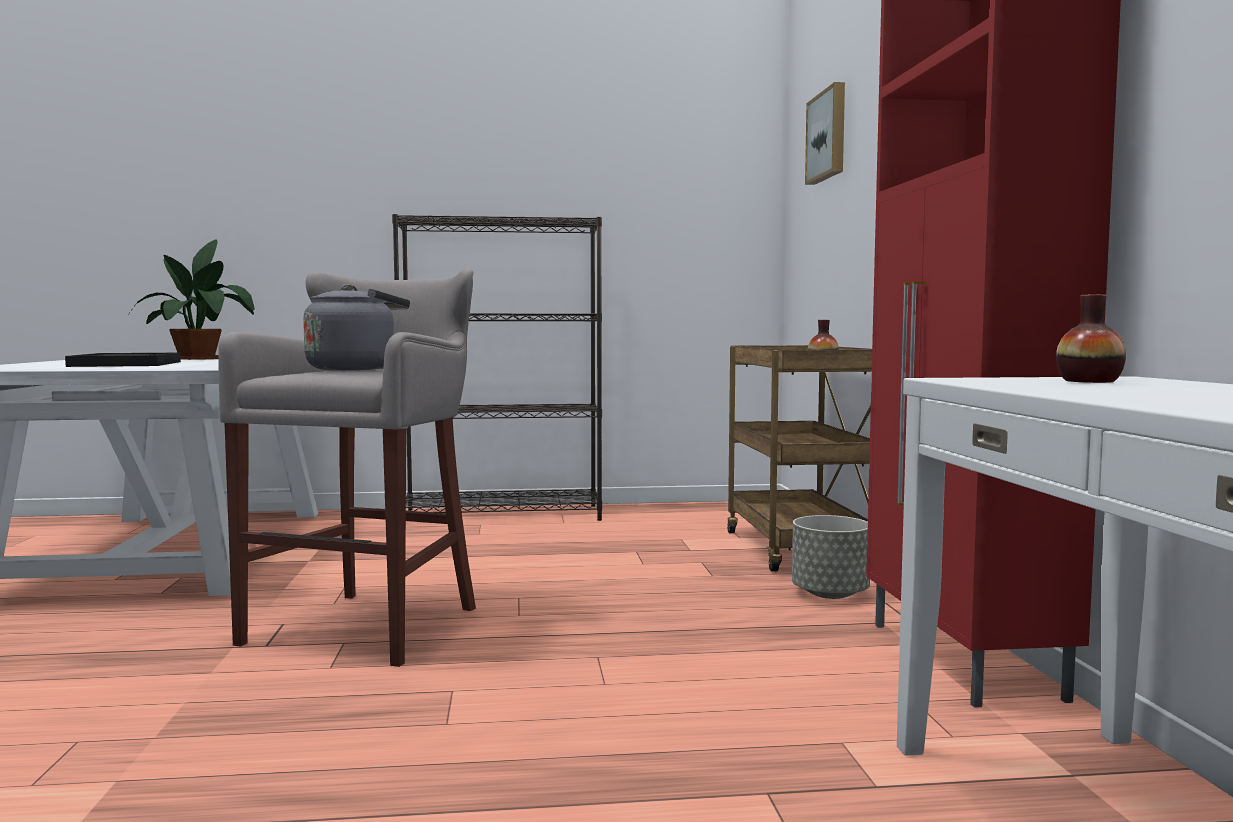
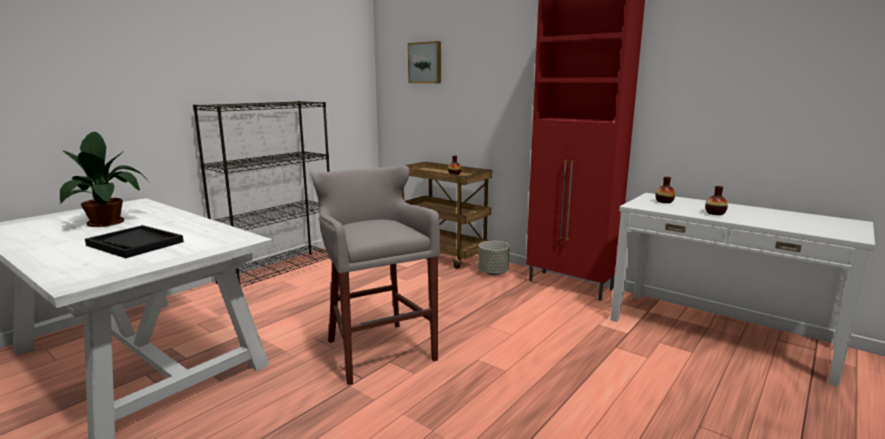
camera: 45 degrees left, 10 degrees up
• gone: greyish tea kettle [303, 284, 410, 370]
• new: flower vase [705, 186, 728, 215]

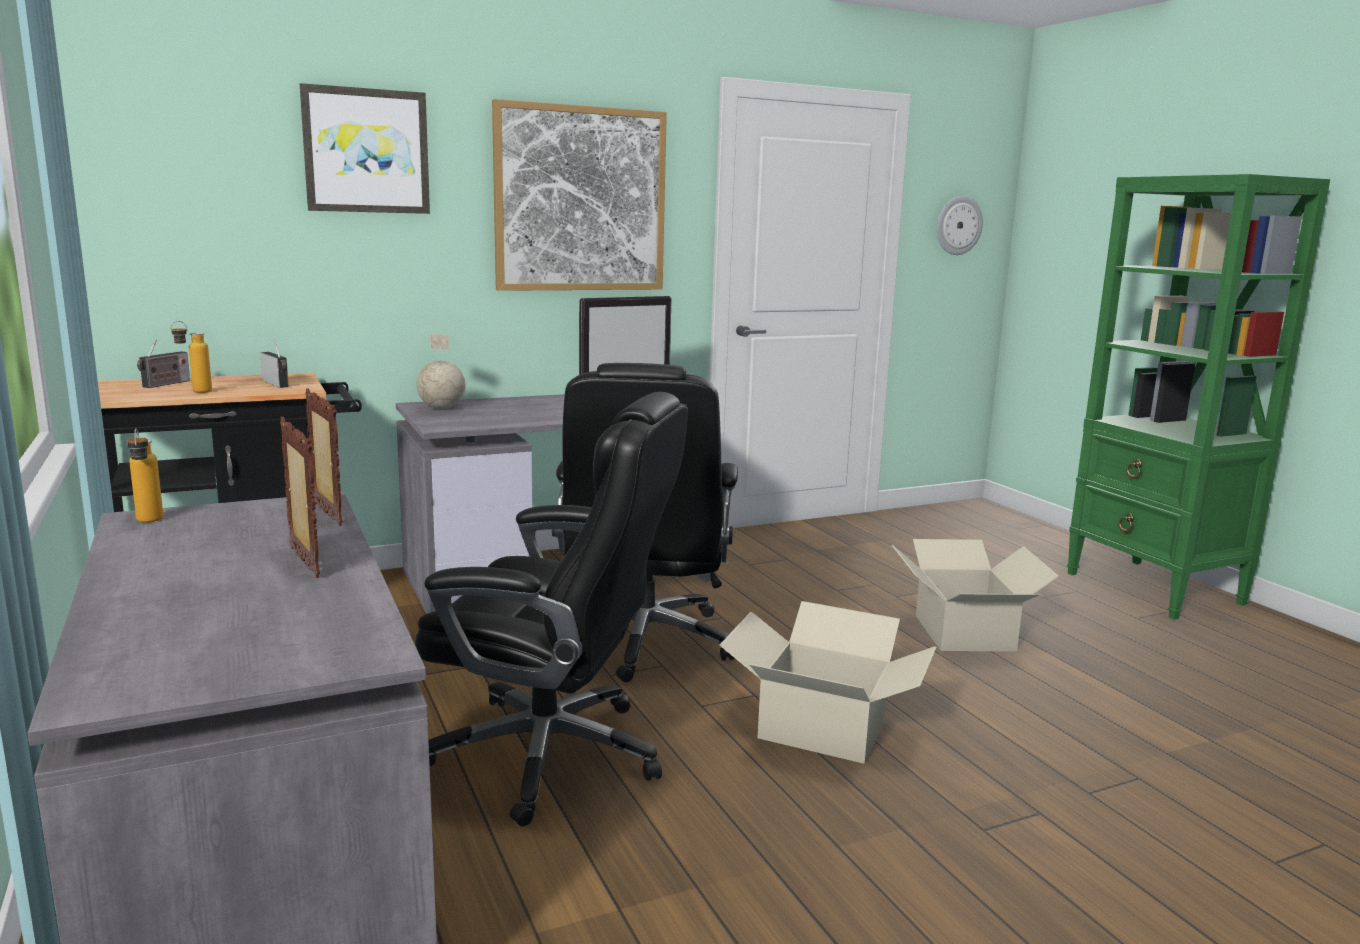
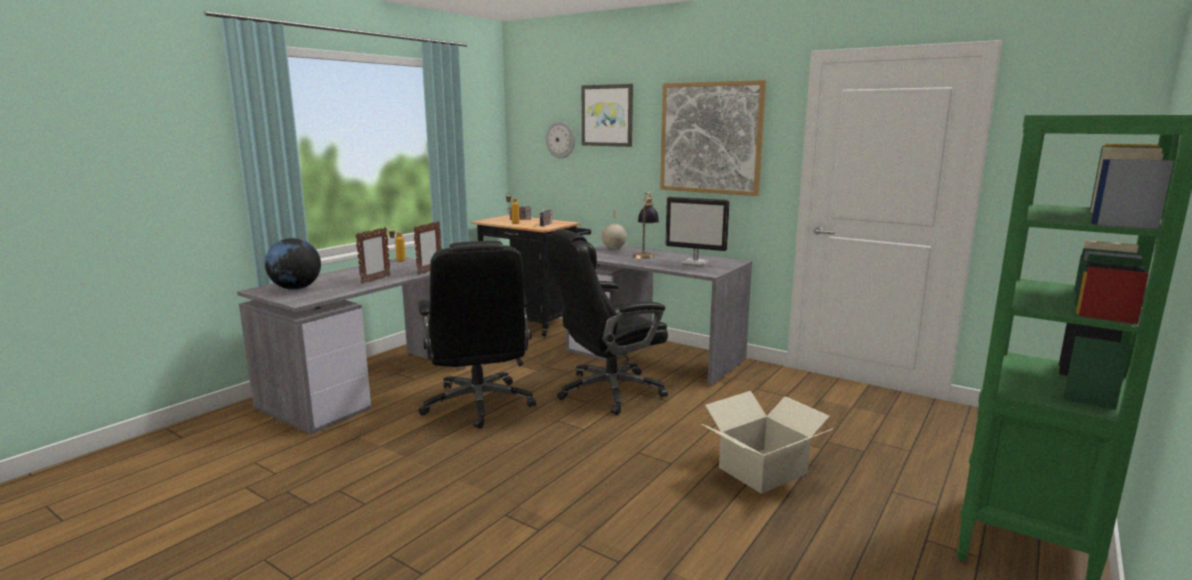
camera: 60 degrees right, 0 degrees up
• gone: cardboard box [720, 601, 936, 764]
• new: desk globe [265, 238, 321, 290]
• new: lamp for a table [633, 192, 659, 259]
• shifted: clock on the wall [936, 196, 983, 255] to [546, 121, 575, 159]

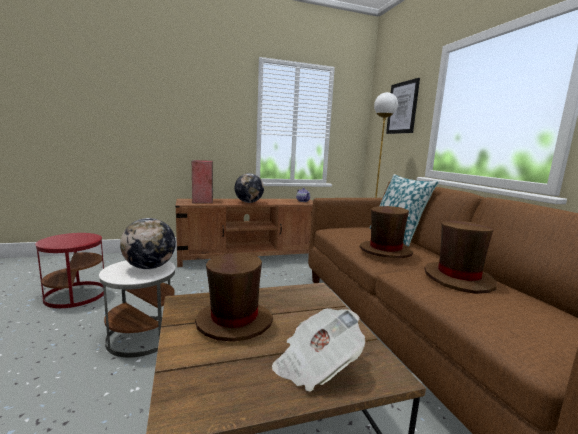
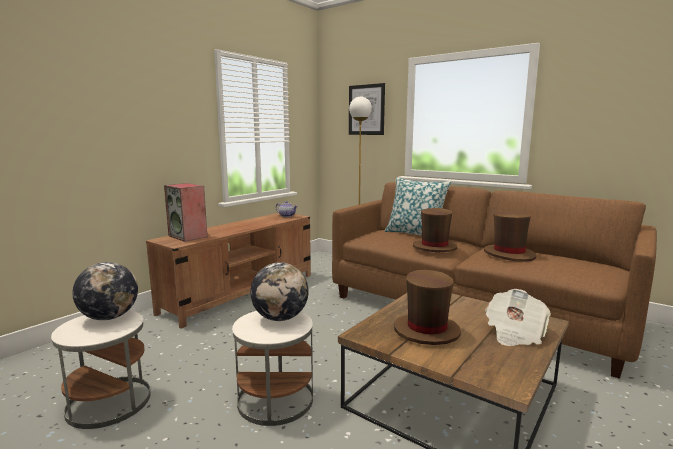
camera: 35 degrees left, 0 degrees up
• shifted: desk globe [235, 173, 264, 203] to [73, 262, 138, 320]
• repainted: reddish end table [35, 233, 104, 308] to white end table [51, 310, 151, 429]

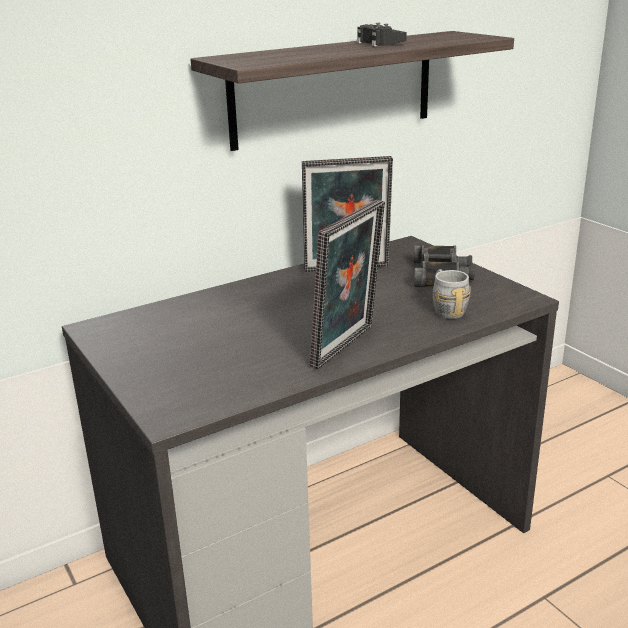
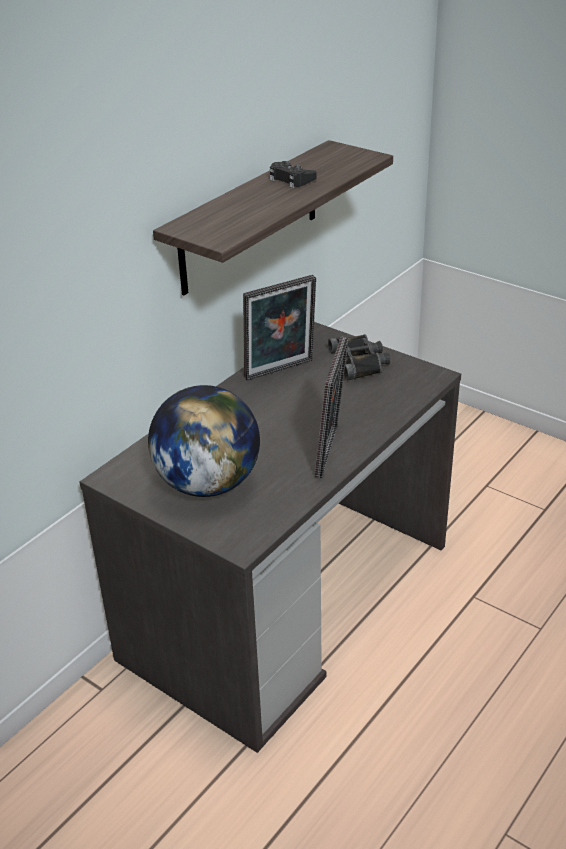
camera: 20 degrees left, 10 degrees up
• gone: greyish tea mug [433, 269, 471, 319]
• new: desk globe [148, 385, 260, 497]

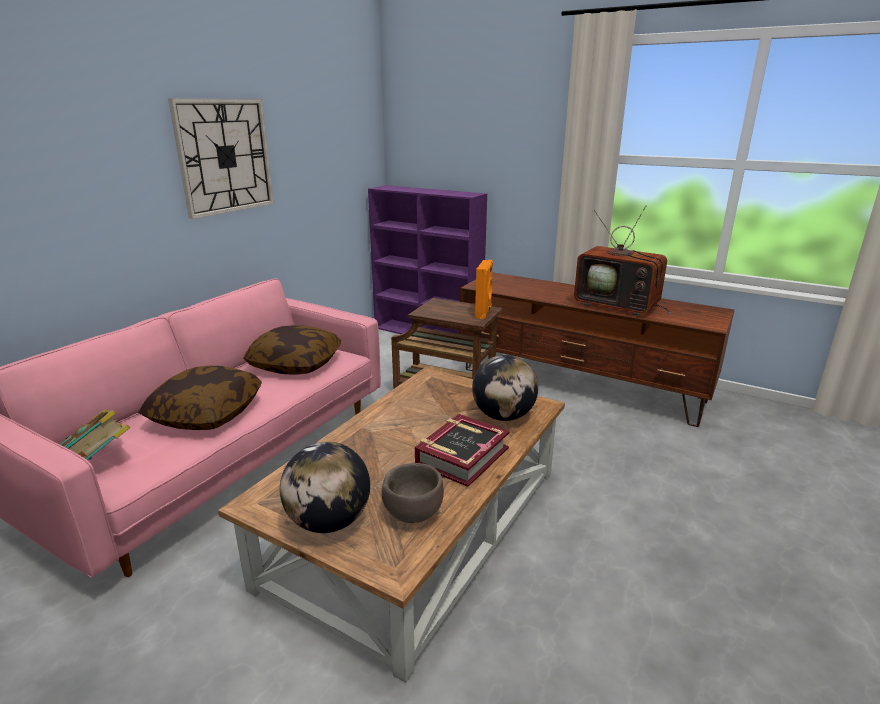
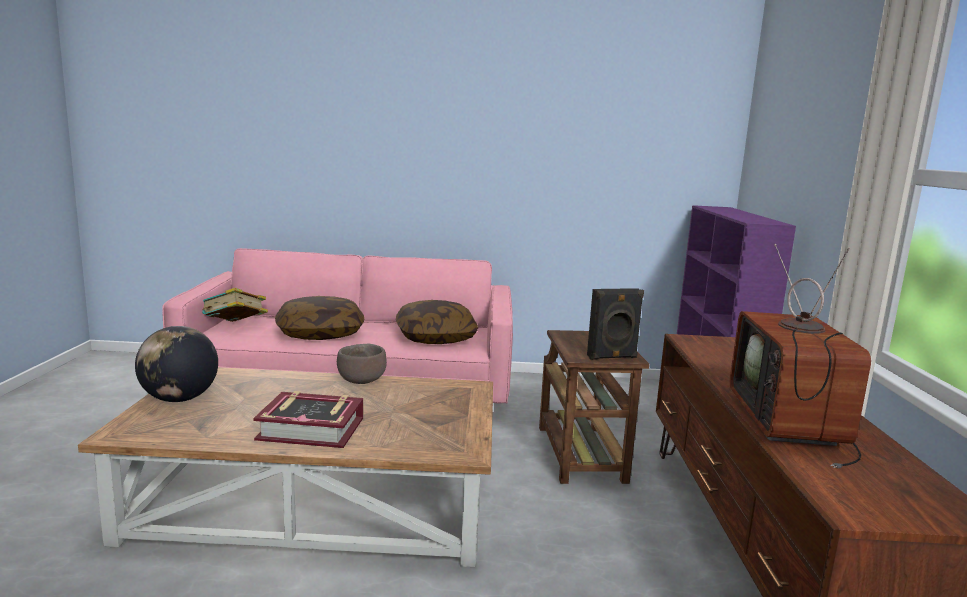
camera: 60 degrees right, 10 degrees down
• gone: clock on the wall [168, 99, 274, 219]
• gone: desk globe [472, 355, 538, 421]
• shifted: brownish bowl [381, 463, 444, 523] to [337, 343, 387, 384]
• repainted: orangey audio speaker [475, 260, 493, 319] to blackish audio speaker [587, 288, 644, 360]

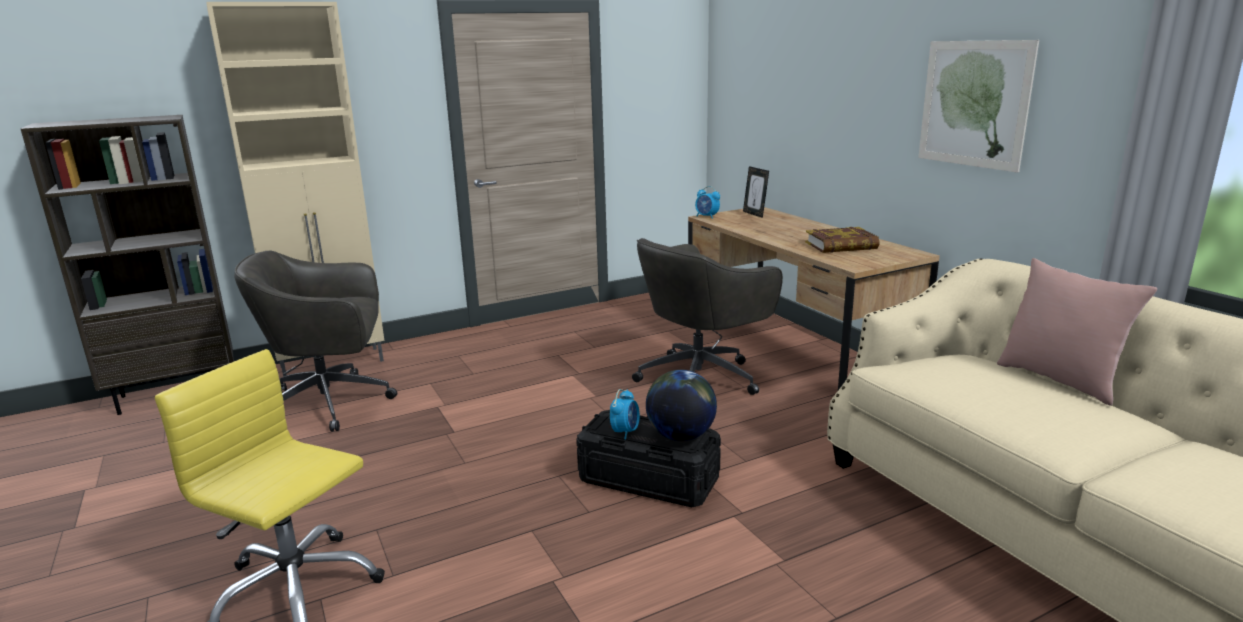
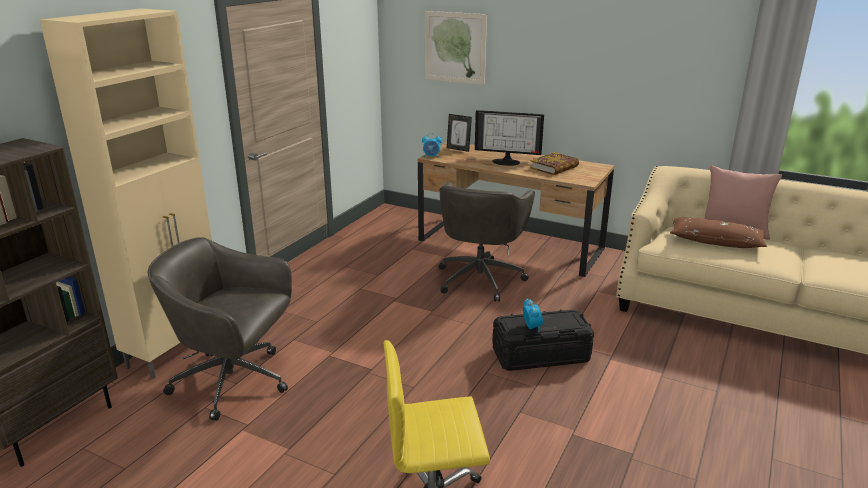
camera: 35 degrees left, 5 degrees up
• gone: desk globe [646, 370, 717, 441]
• new: computer screen [475, 110, 544, 166]
• new: brownish cushion [670, 218, 767, 248]
• shifted: picture [918, 40, 1039, 173] to [425, 11, 487, 85]
• rotated: greyish computer chair [234, 251, 397, 432] = [148, 237, 292, 421] 60 degrees clockwise

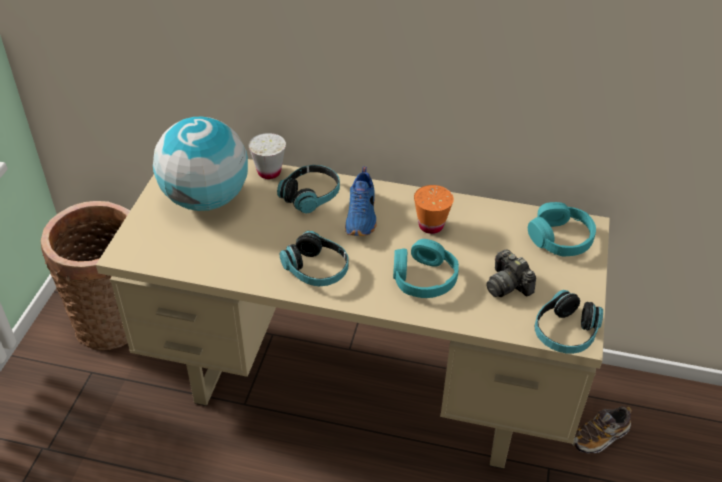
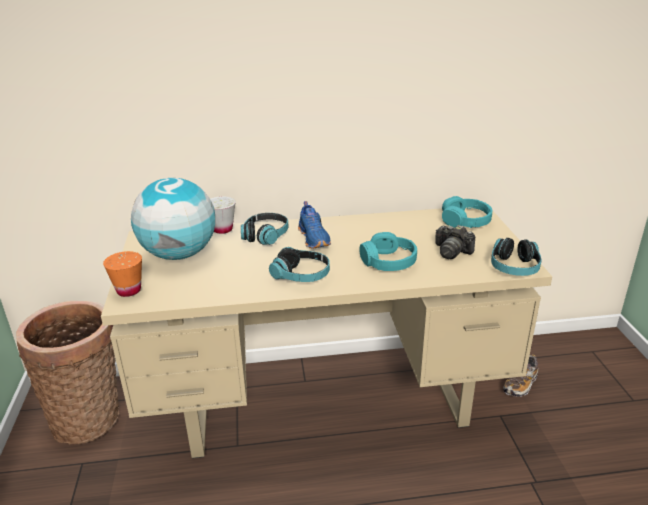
camera: 20 degrees left, 15 degrees down
• shifted: orangey cup [414, 185, 454, 234] to [103, 251, 142, 297]

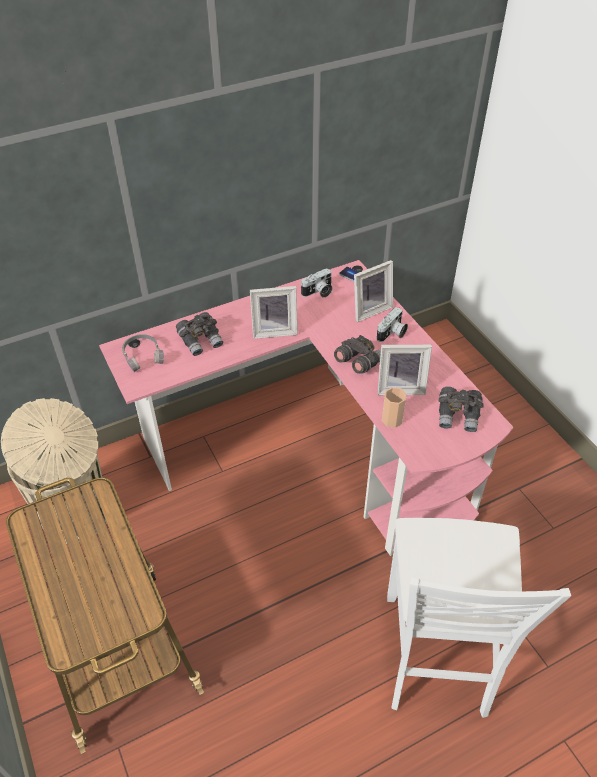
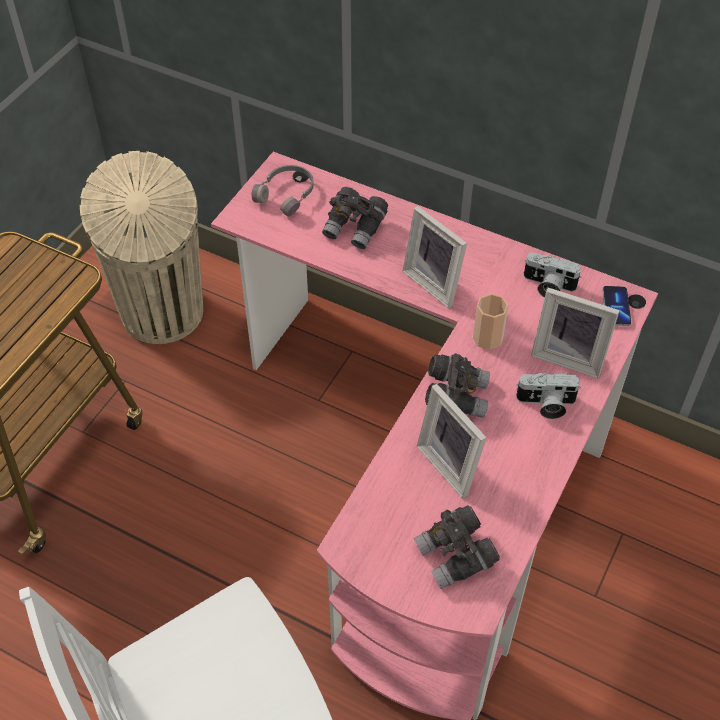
camera: 55 degrees right, 5 degrees up
• shifted: cup [382, 387, 406, 428] to [473, 293, 509, 350]

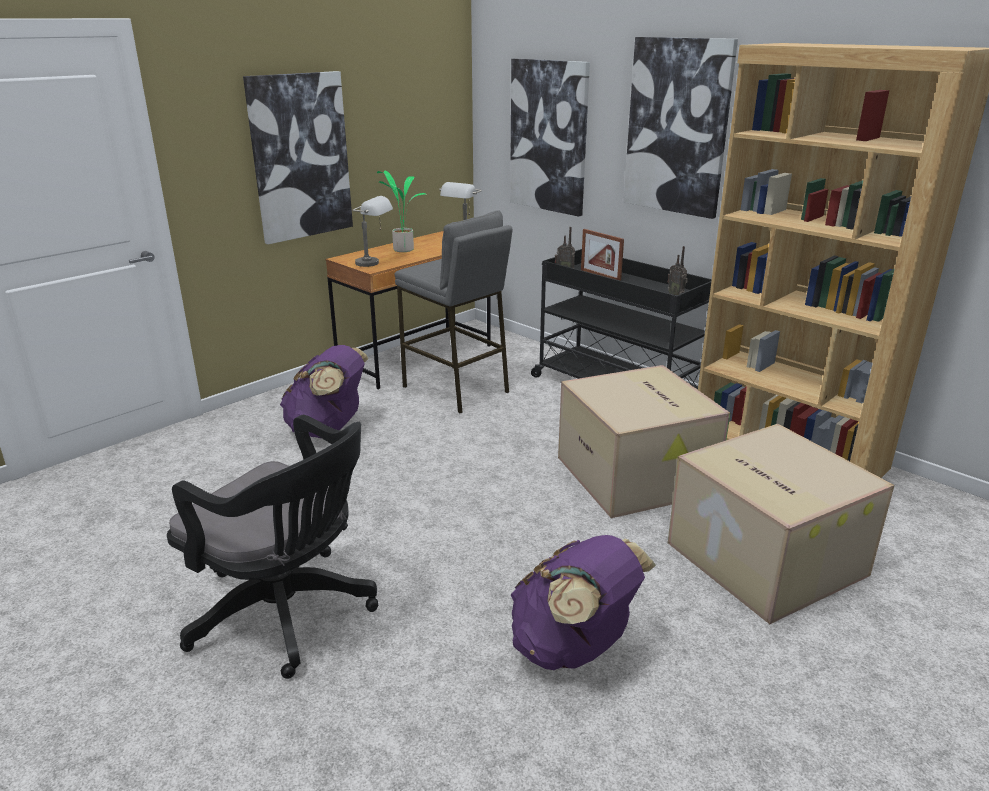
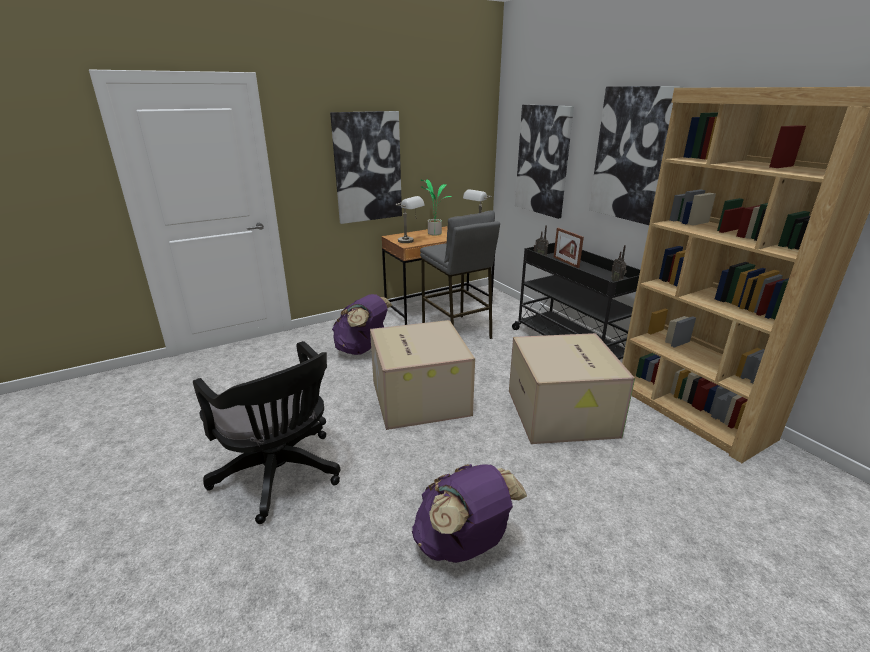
camera: 15 degrees right, 0 degrees up
• shifted: cardboard box [668, 424, 895, 624] to [370, 320, 475, 430]

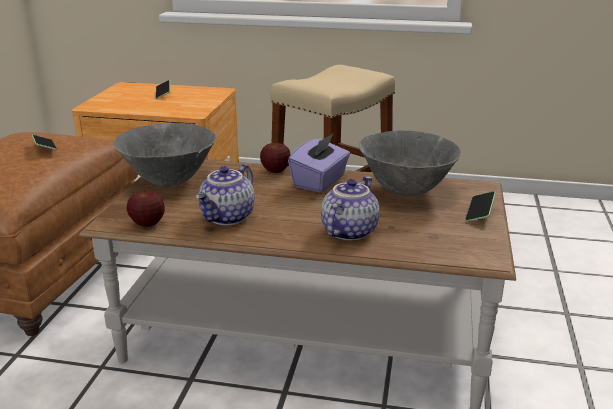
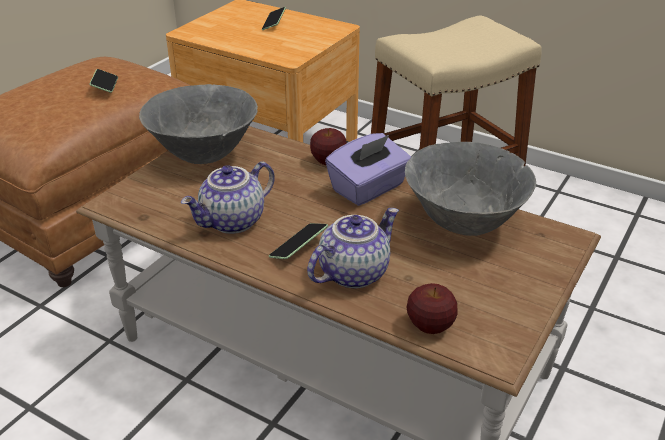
camera: 20 degrees right, 10 degrees up
• shifted: apple fruit [127, 190, 165, 227] to [406, 283, 458, 334]
• shifted: handset [465, 191, 496, 222] to [269, 223, 328, 259]

